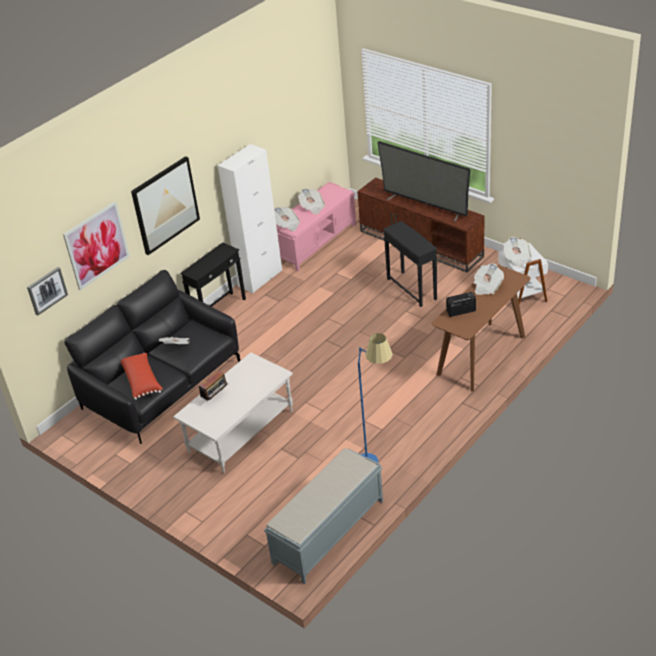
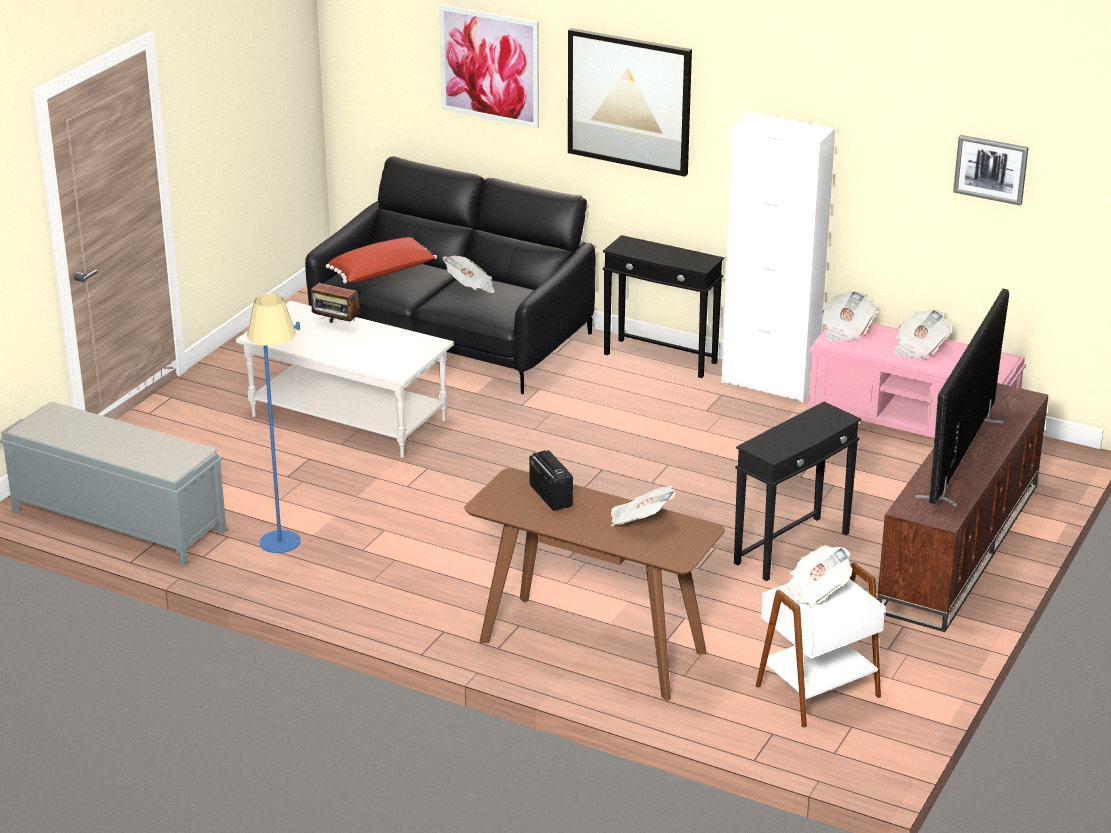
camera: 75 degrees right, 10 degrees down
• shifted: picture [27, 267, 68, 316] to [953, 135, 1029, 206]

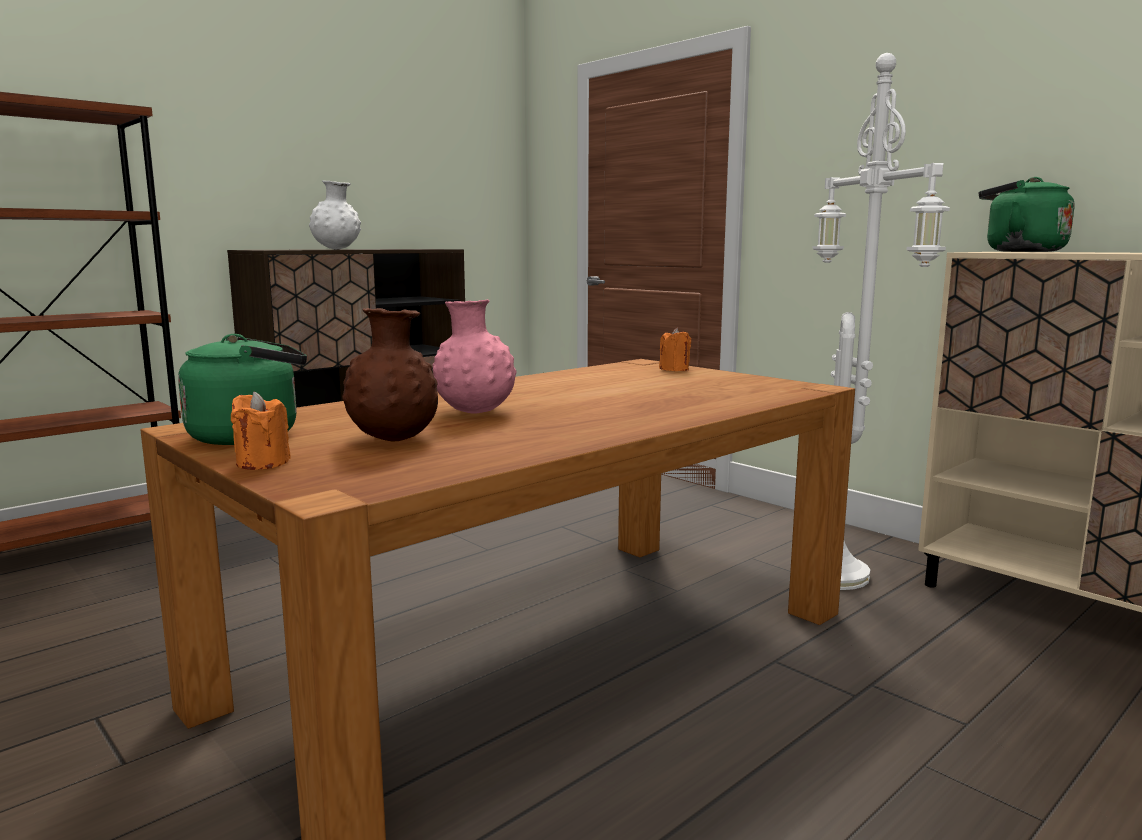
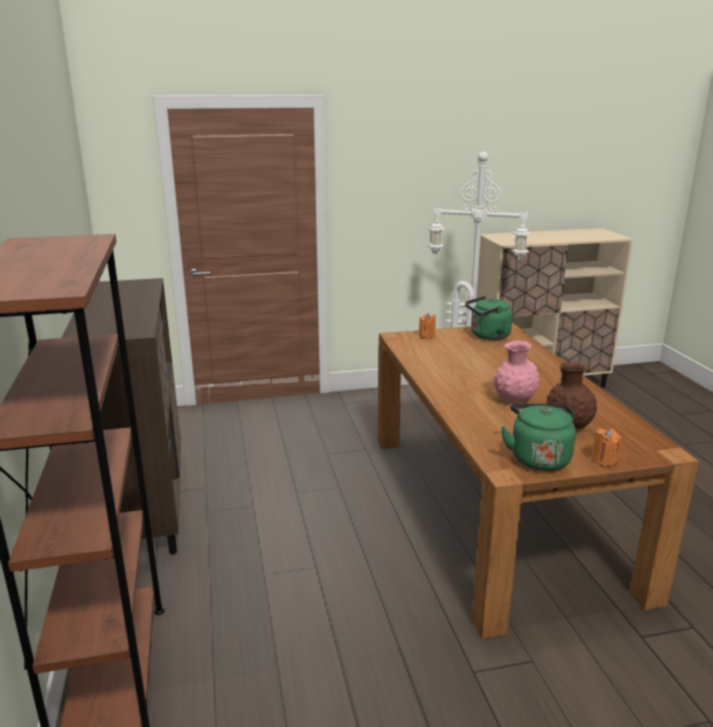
camera: 60 degrees left, 10 degrees up
• gone: white flower vase [309, 180, 361, 249]
• shifted: green tea kettle [979, 177, 1075, 252] to [465, 296, 513, 340]

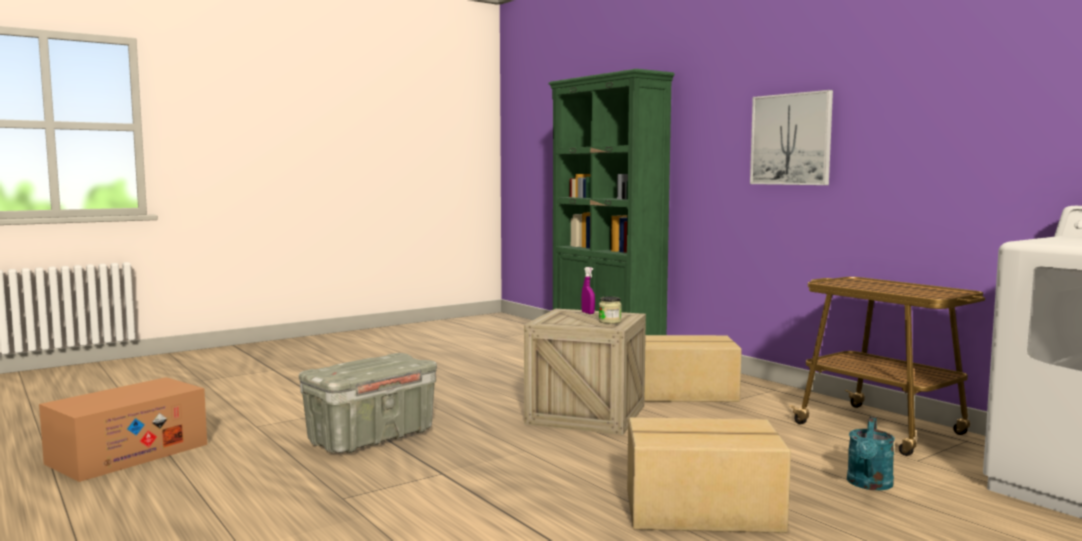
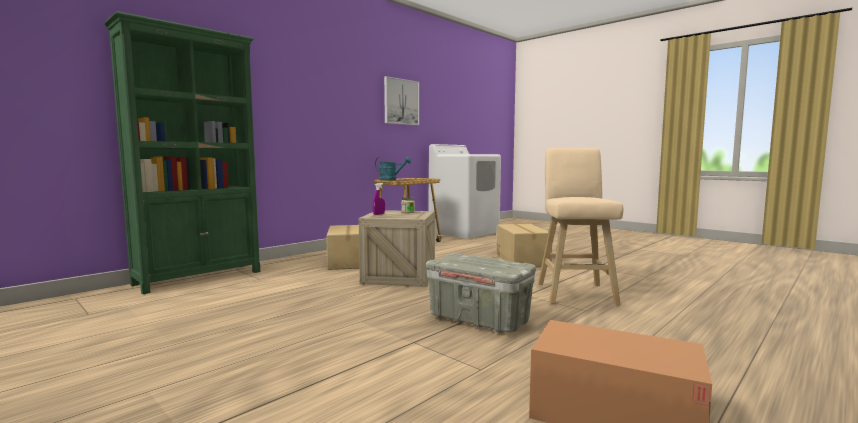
camera: 100 degrees left, 0 degrees up
• new: sand-coloured stool [538, 148, 623, 306]
• shifted: picture [750, 90, 833, 185] to [384, 76, 419, 125]
• shifted: turquoise watering can [847, 416, 895, 490] to [375, 156, 411, 180]

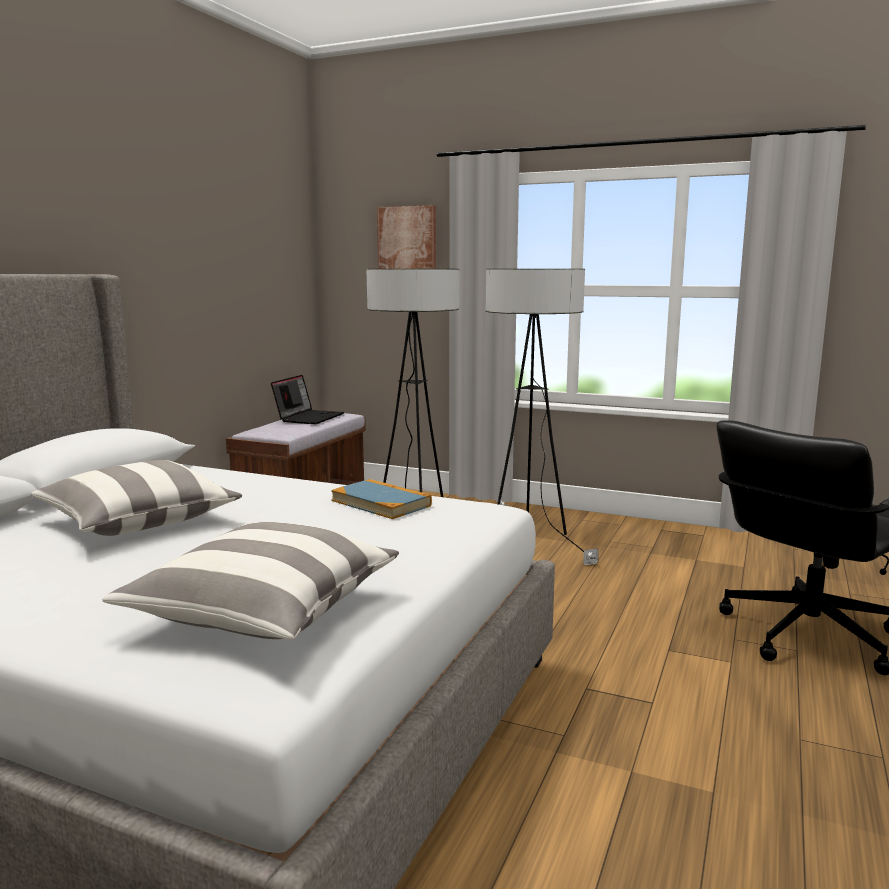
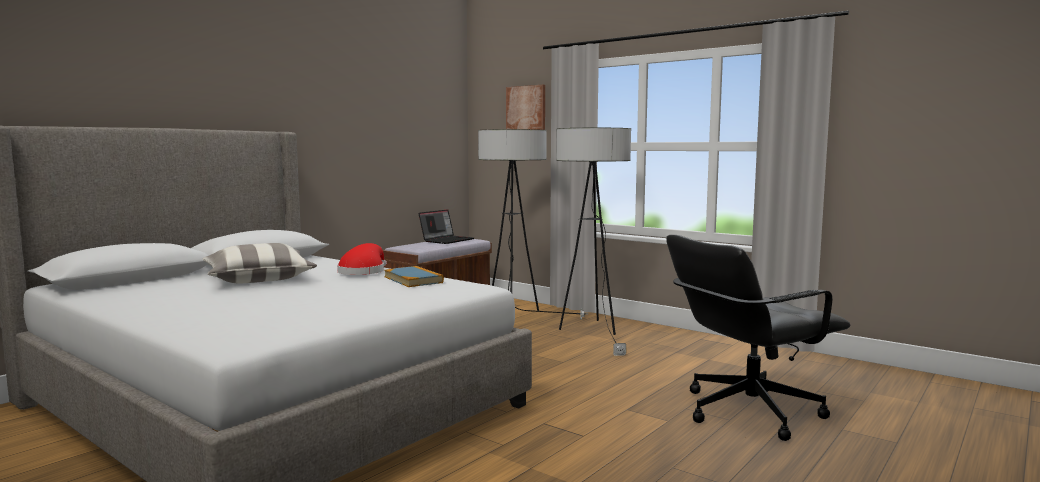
camera: 15 degrees right, 5 degrees down
• gone: cushion [102, 522, 399, 640]
• new: reddish wearable hat [337, 243, 387, 275]

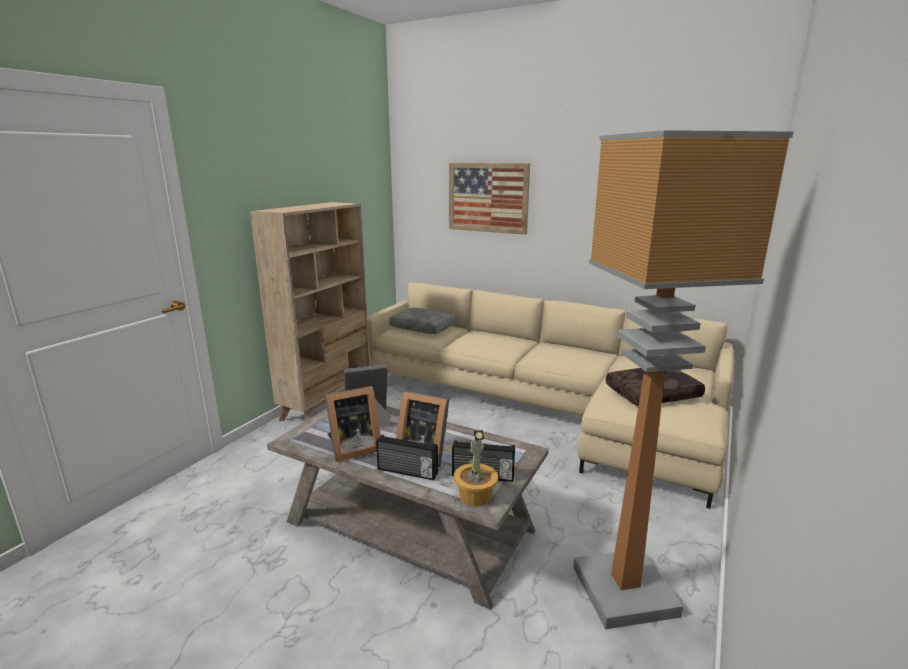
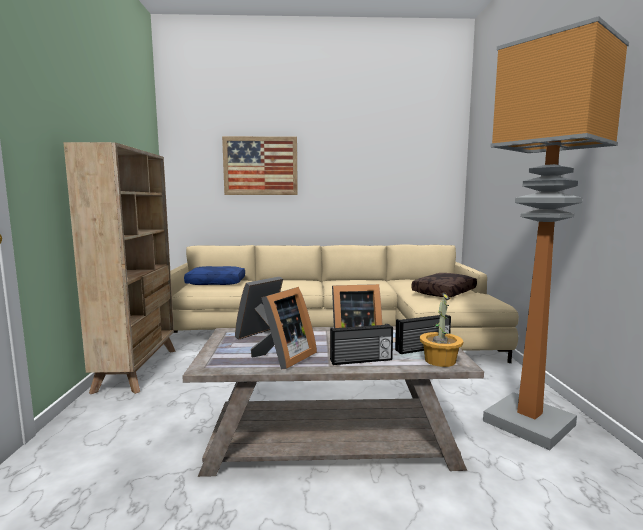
camera: 30 degrees left, 10 degrees down
• repainted: greyish cushion [389, 308, 456, 334] to blue-coloured cushion [184, 266, 245, 285]

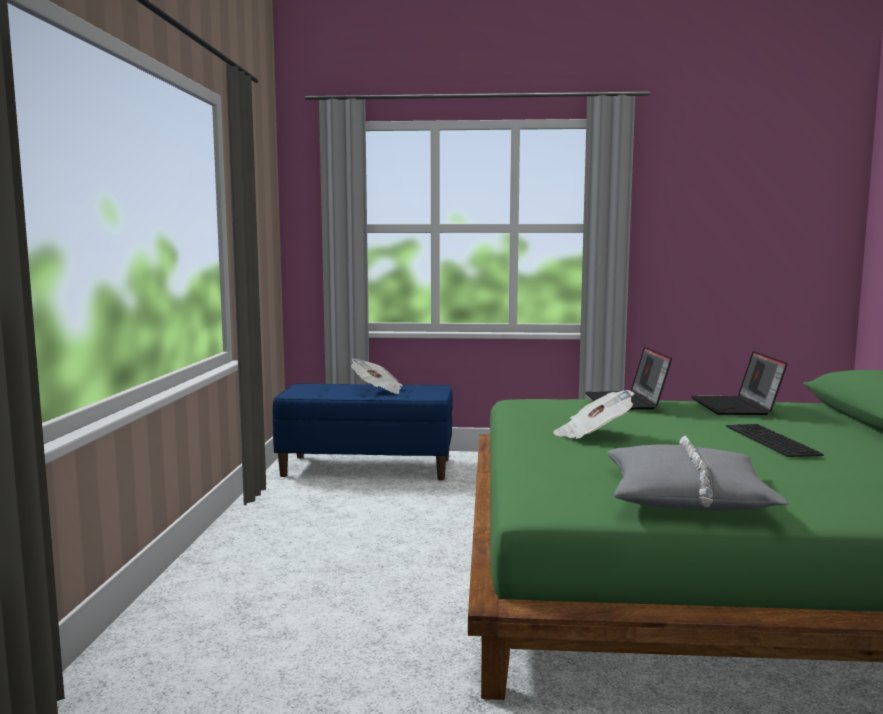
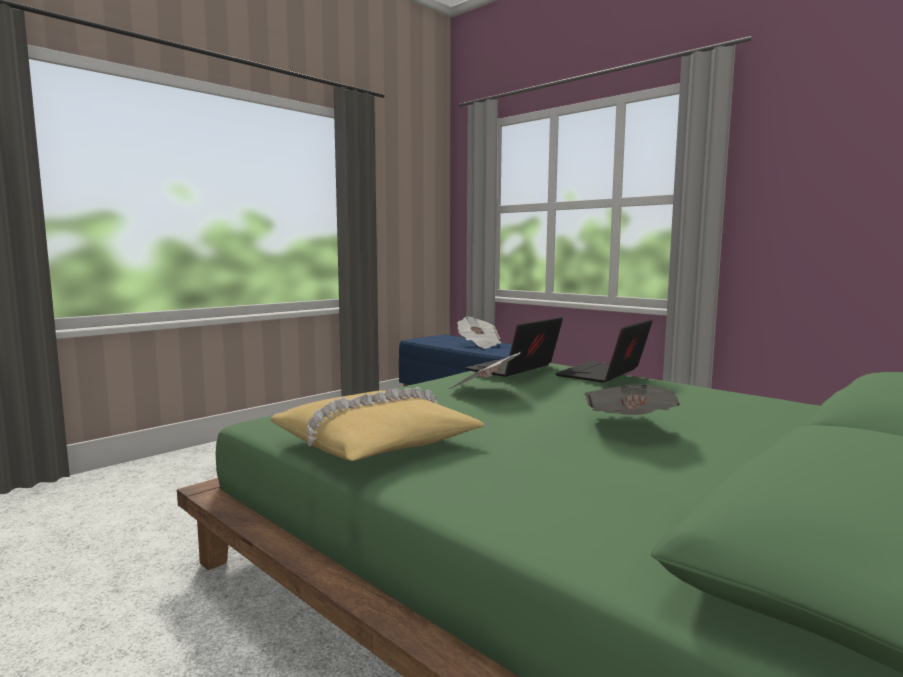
camera: 40 degrees right, 0 degrees up
• shifted: notebook computer [691, 351, 788, 415] to [465, 317, 563, 377]
• swapped: keyboard [726, 424, 824, 457] to newspaper [584, 384, 680, 415]
• repainted: greyish cushion [607, 436, 789, 510] to yellow cushion [270, 387, 485, 461]

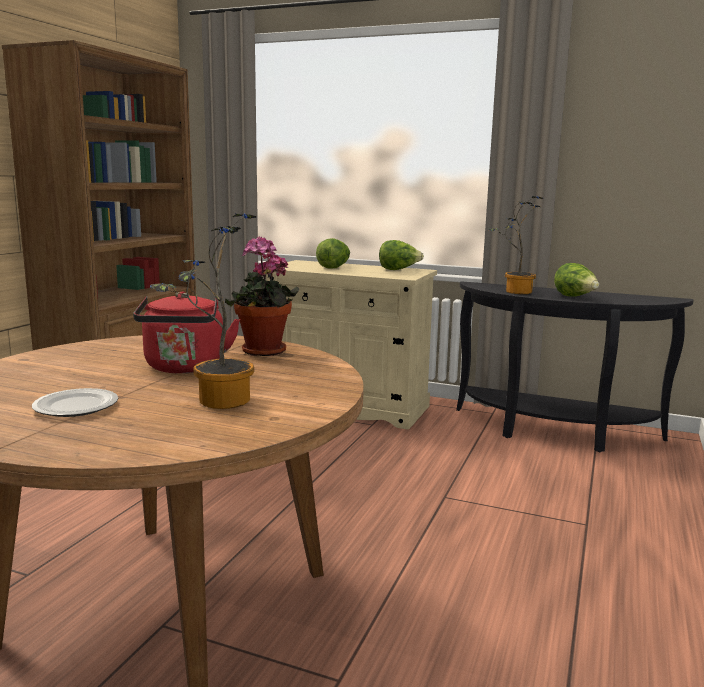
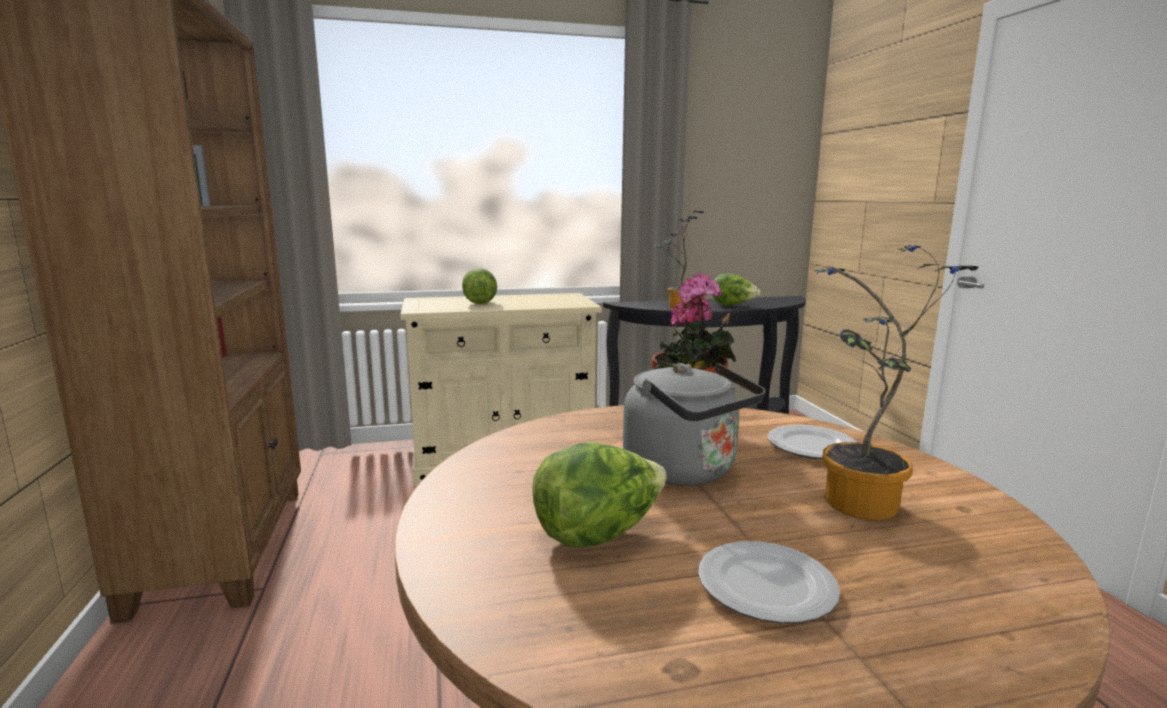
camera: 35 degrees left, 0 degrees up
• new: dinner plate [768, 425, 857, 459]
• shifted: head of lettuce [379, 240, 424, 270] to [532, 442, 667, 547]
• repainted: reddish tea kettle [133, 291, 240, 373] to greyish tea kettle [623, 363, 765, 486]

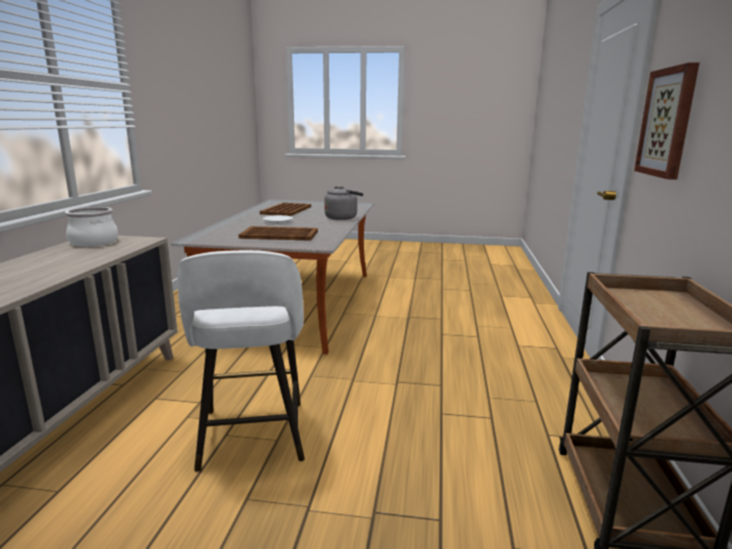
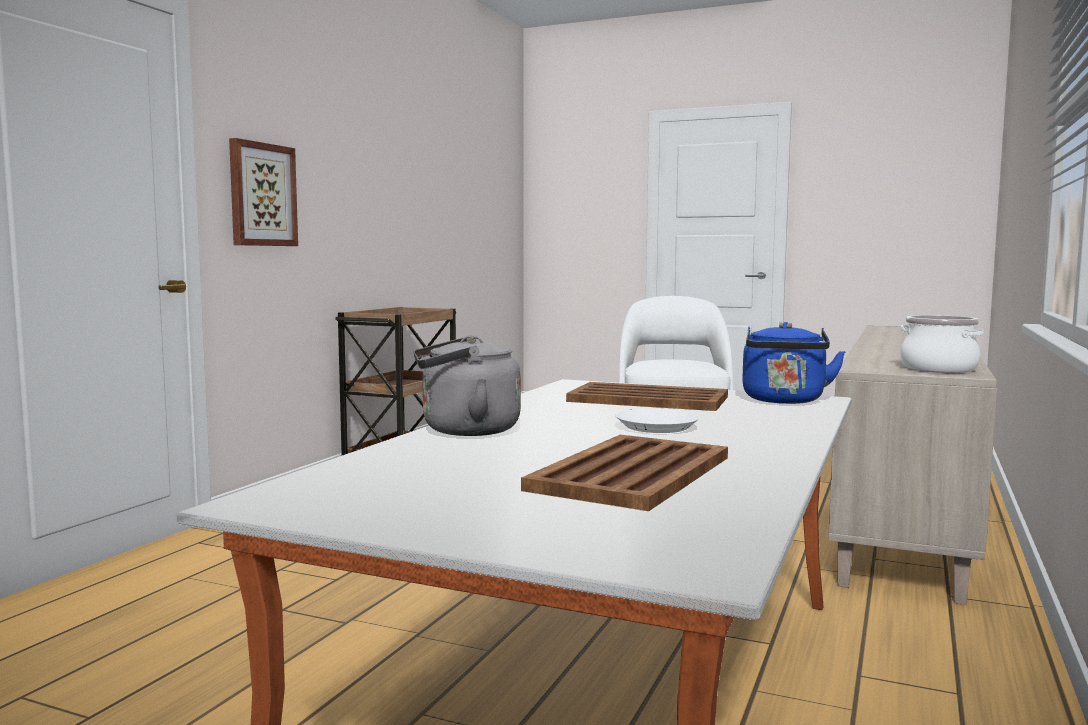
camera: 165 degrees left, 10 degrees down
• new: blue-coloured tea kettle [742, 322, 846, 404]

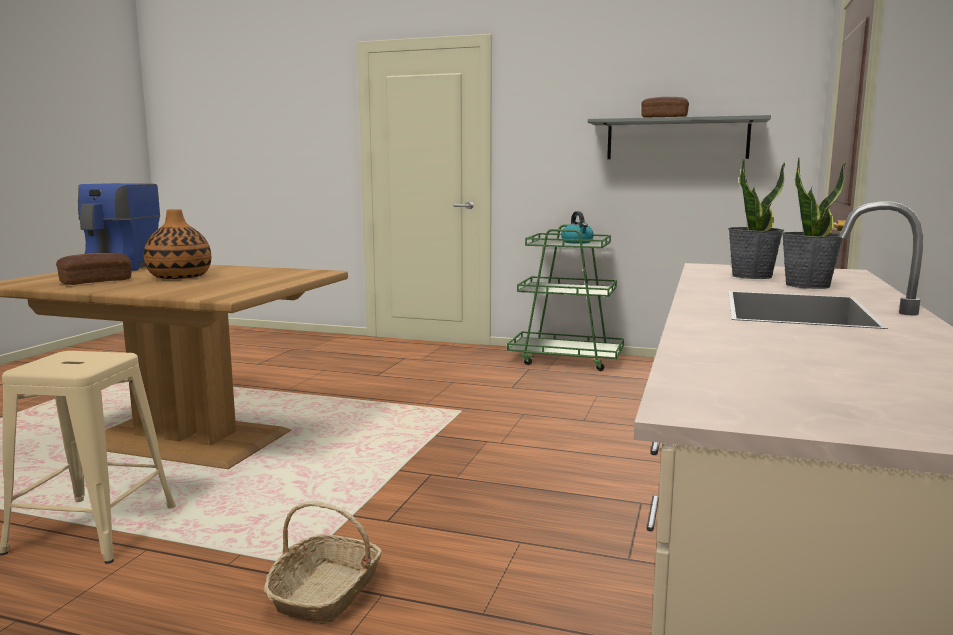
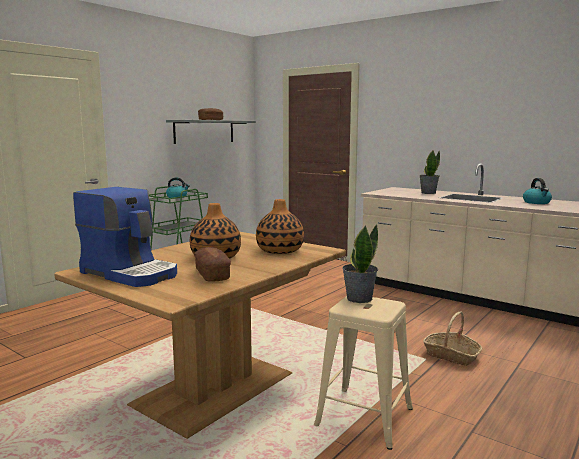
camera: 70 degrees left, 0 degrees up
• new: flower vase [256, 199, 304, 254]
• new: tea kettle [523, 178, 552, 204]
• shifted: potted plant [728, 158, 785, 279] to [342, 224, 378, 303]

